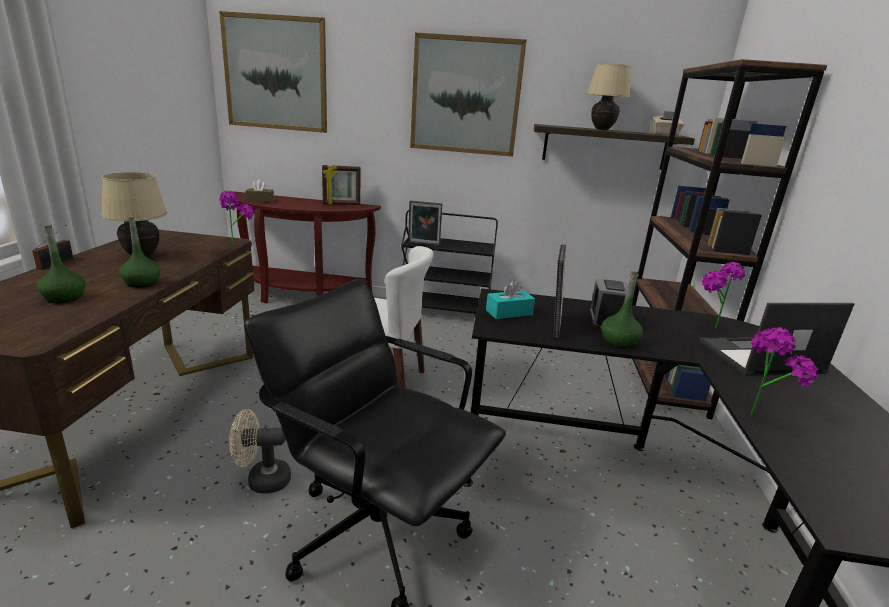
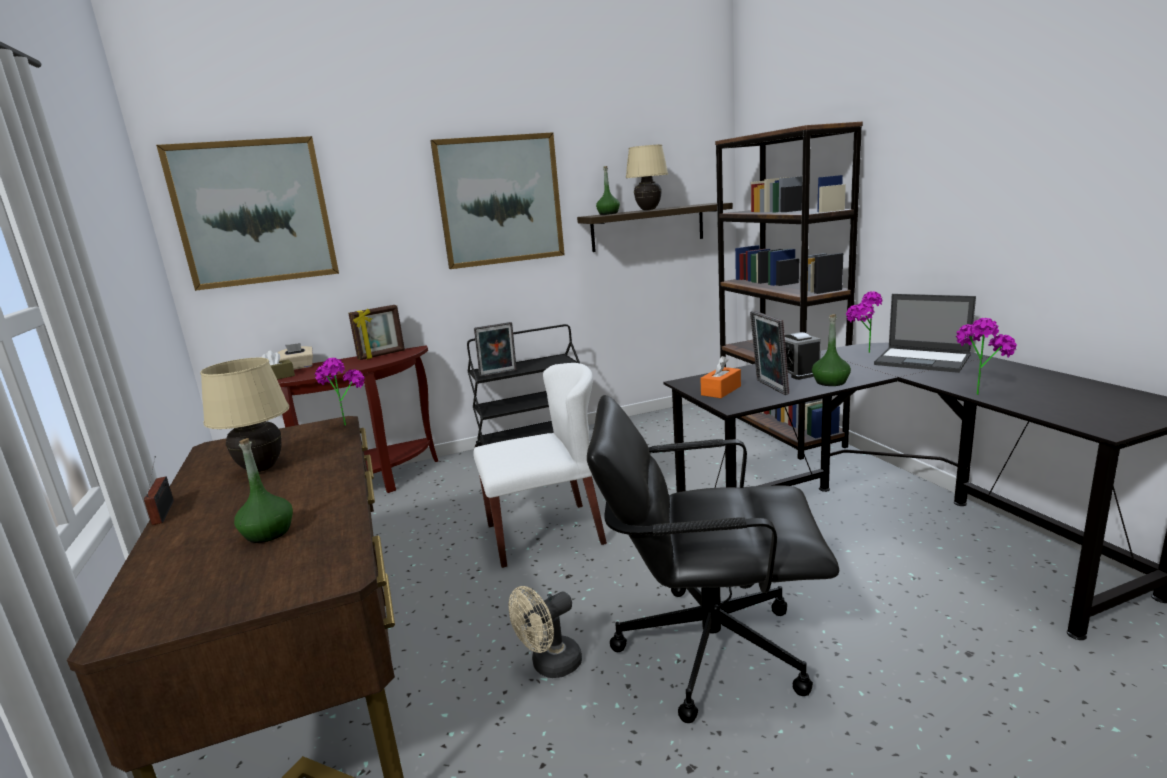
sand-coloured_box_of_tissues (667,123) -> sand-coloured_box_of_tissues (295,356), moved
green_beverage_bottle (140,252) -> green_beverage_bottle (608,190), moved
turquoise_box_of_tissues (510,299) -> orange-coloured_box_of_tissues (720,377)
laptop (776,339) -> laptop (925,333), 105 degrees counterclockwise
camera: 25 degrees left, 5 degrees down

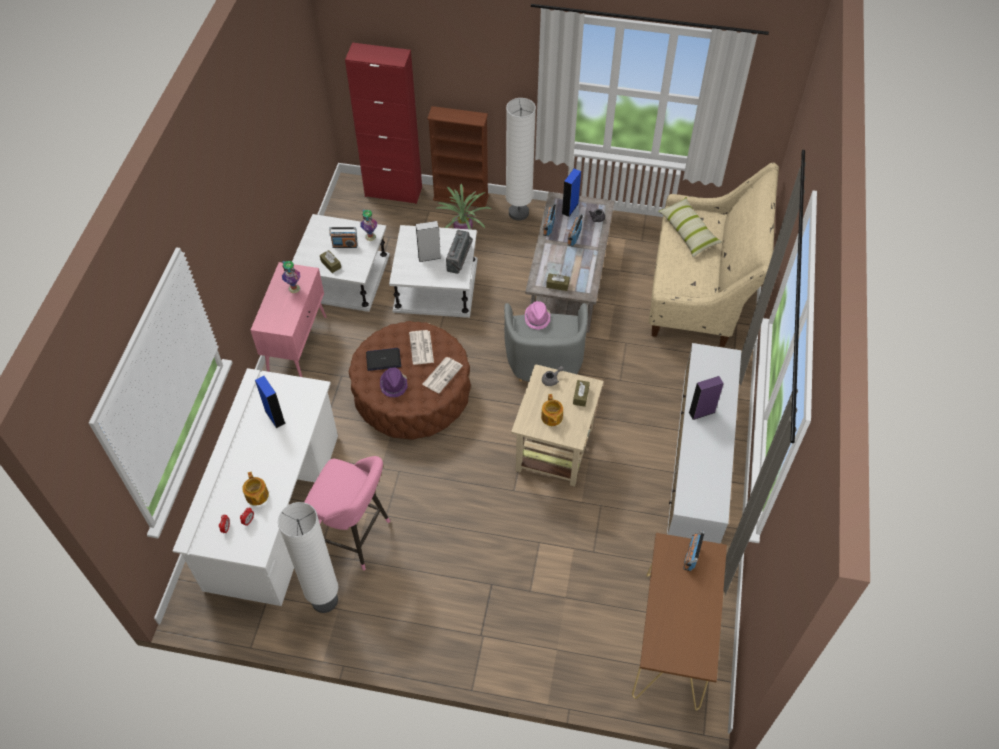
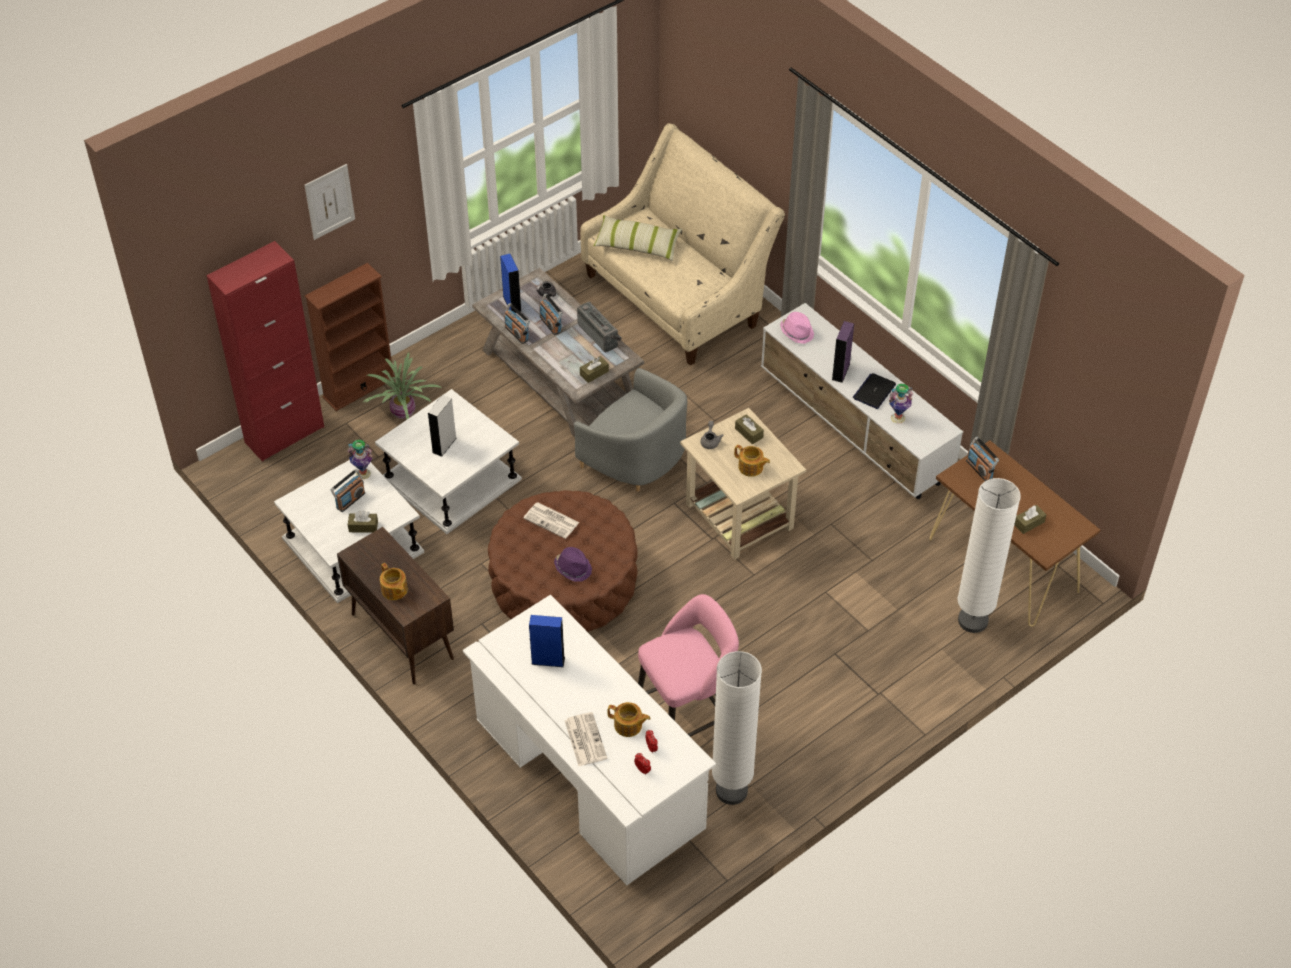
white_standing_lamp (521,159) -> white_standing_lamp (989,555), moved
radio (459,252) -> radio (599,326), moved
decorative_vase (291,277) -> decorative_vase (901,404), moved
pink_storage_cabinet (289,319) -> brownish_storage_cabinet (395,605)
pink_wearable_hat (537,315) -> pink_wearable_hat (797,328), moved
laptop (383,359) -> laptop (874,391), moved
newspaper (442,375) -> newspaper (586,739), moved
none -> wall_art (330,202)
none -> brownish_box_of_tissues (1030,519)
none -> teapot (394,581)
camera: 50 degrees left, 5 degrees down

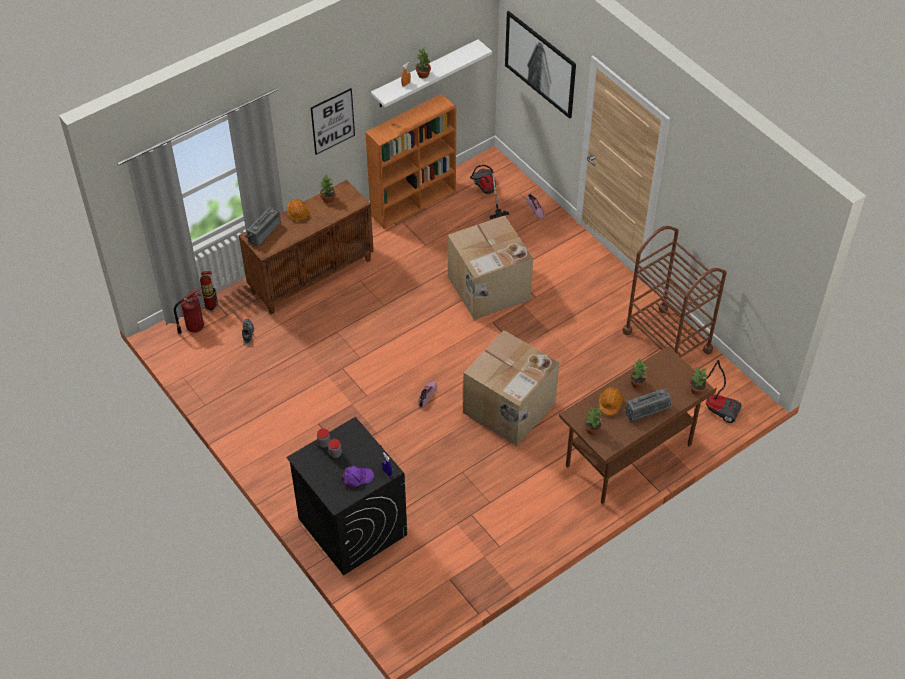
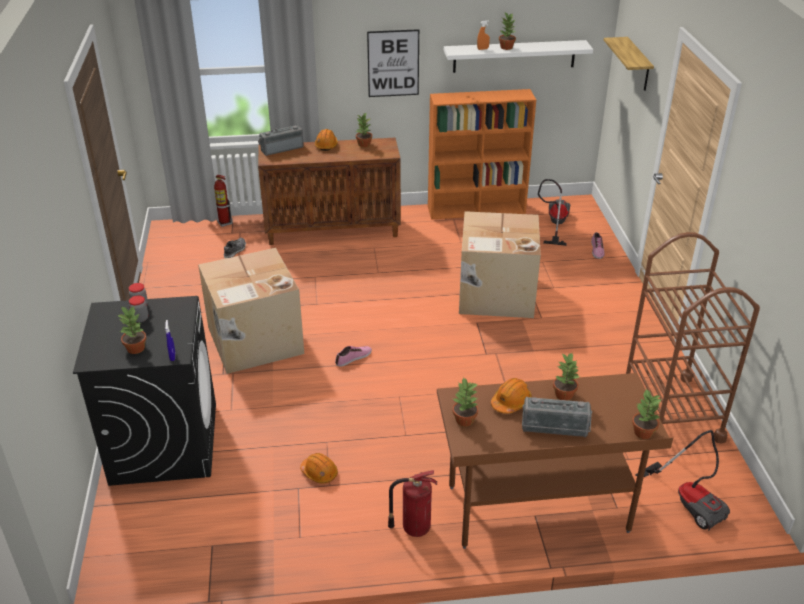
wall_art (540,65) -> shelf (629,64)
fire-fighting_cylinder (189,311) -> fire-fighting_cylinder (412,503), moved
packing_box (511,388) -> packing_box (251,311), moved
purple_cap (357,477) -> houseplant (131,330)
none -> orange-coloured_work_helmet (319,468)
camera: 30 degrees right, 15 degrees down

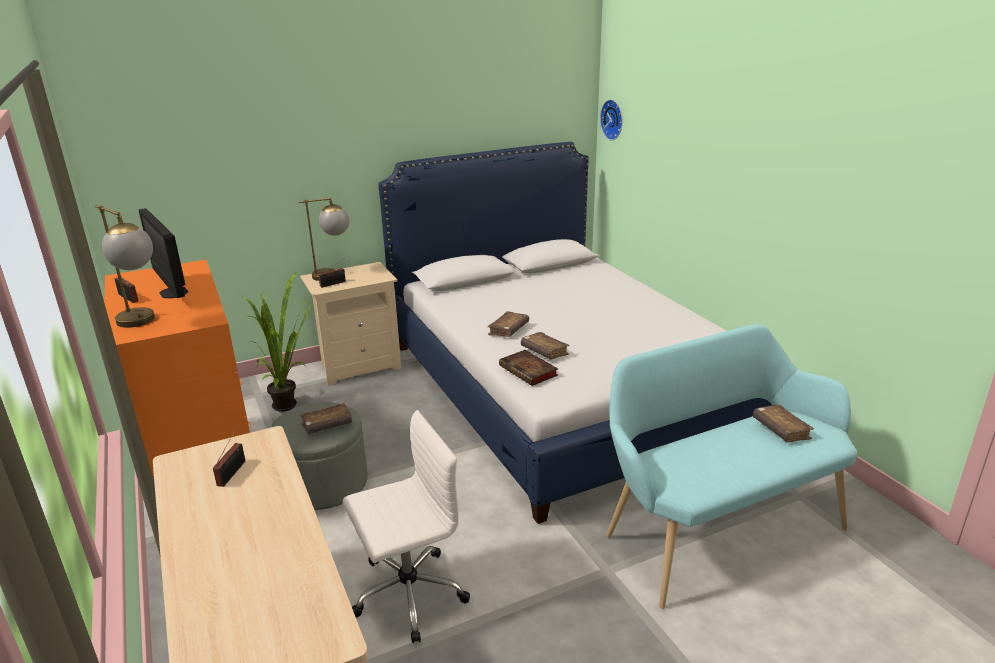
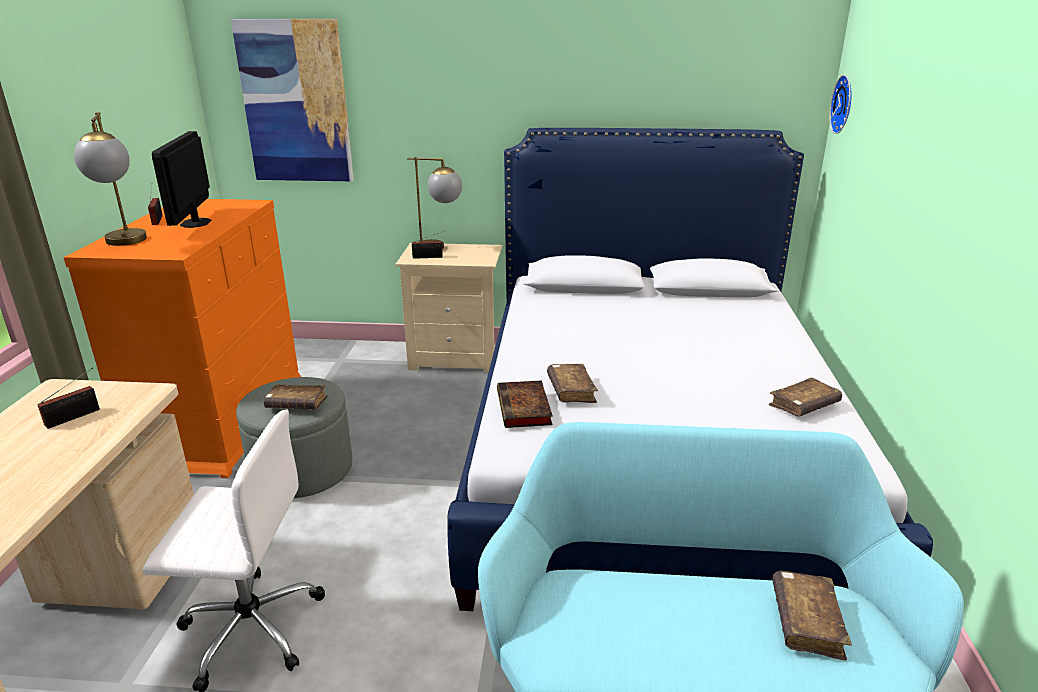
houseplant (276,342) -> none
brownish_volume (508,324) -> brownish_volume (805,397), moved
none -> wall_art (292,100)
camera: 30 degrees right, 0 degrees up

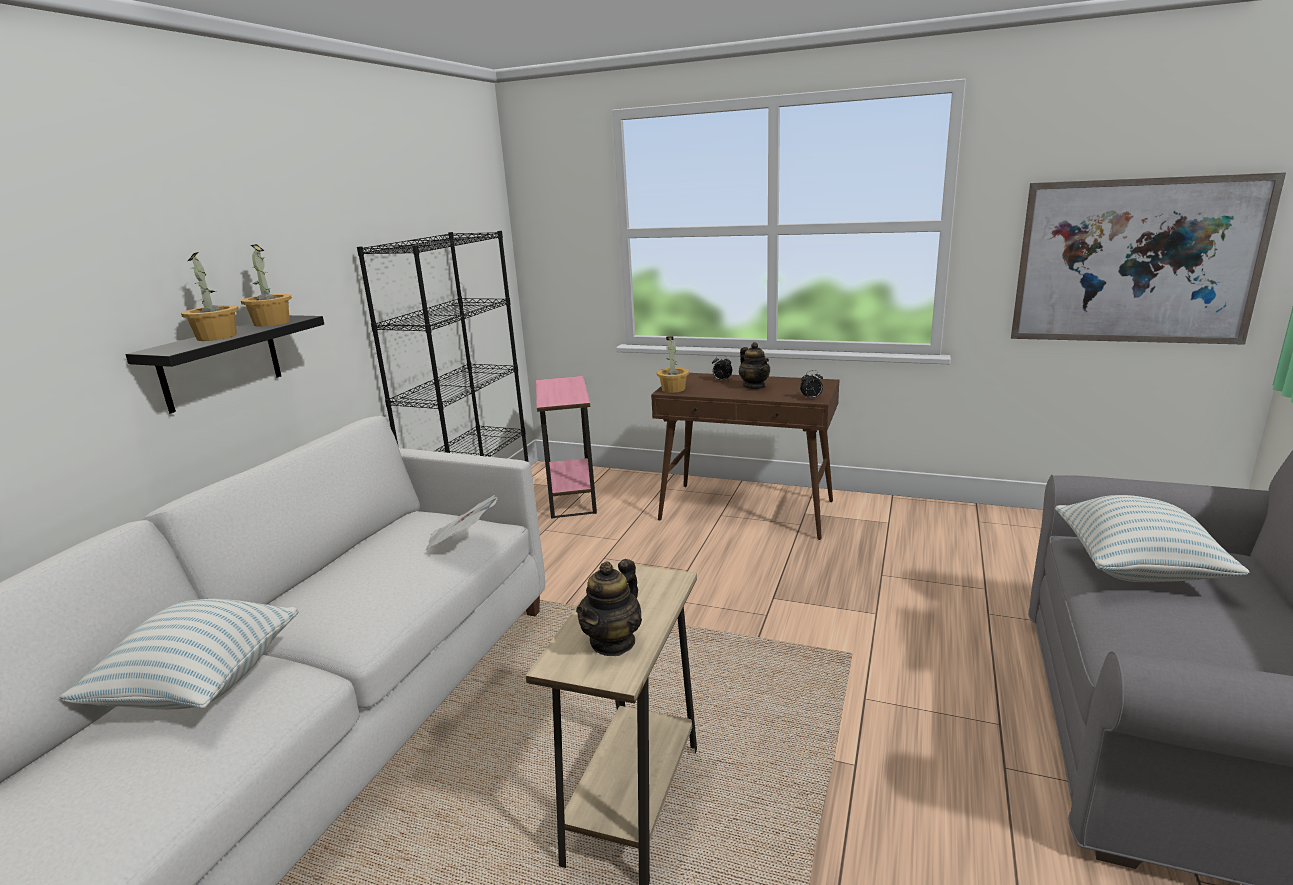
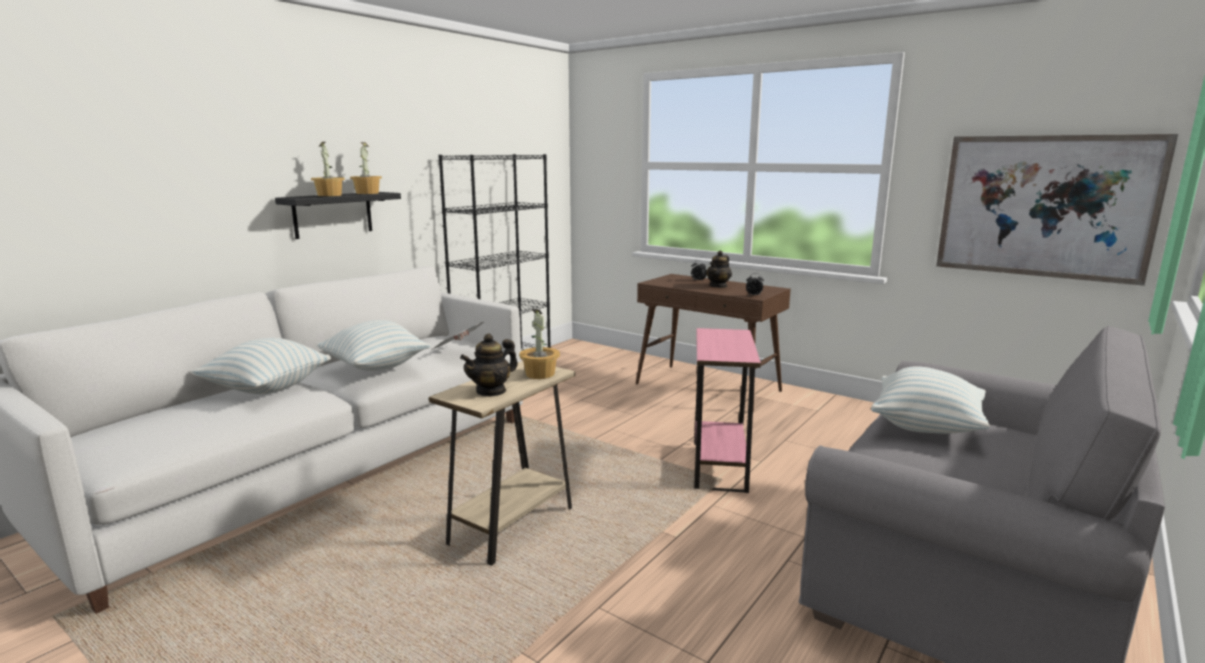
houseplant (672,364) -> houseplant (539,344), moved
teapot (754,365) -> teapot (719,269), 45 degrees clockwise
pink_side_table (566,447) -> pink_side_table (727,410), moved
none -> pillow (374,345)
camera: 15 degrees right, 5 degrees down

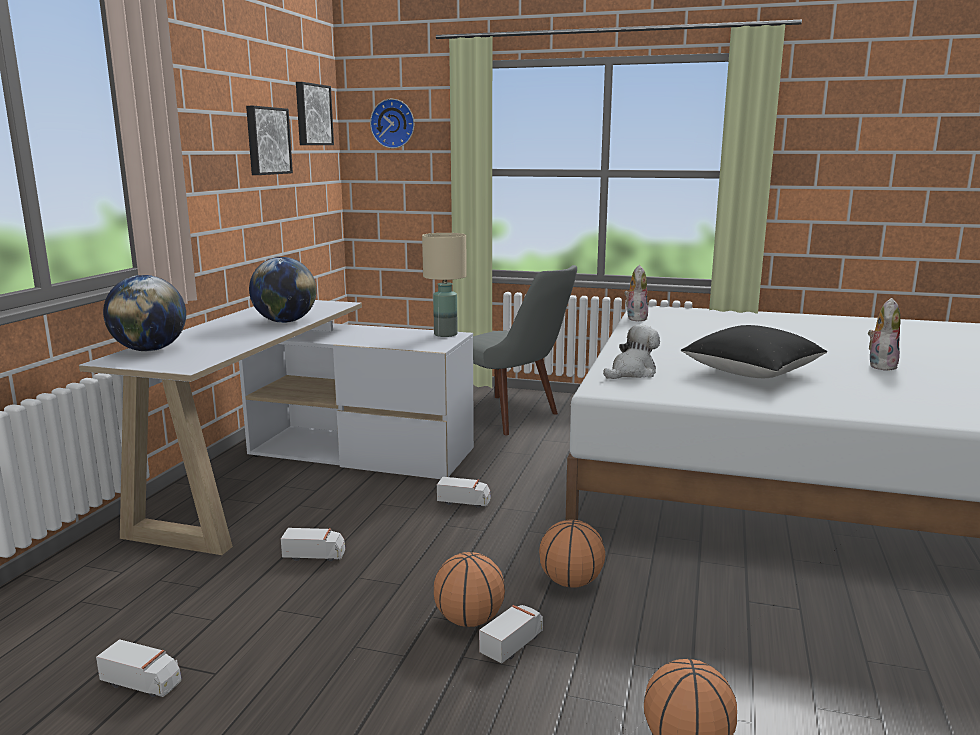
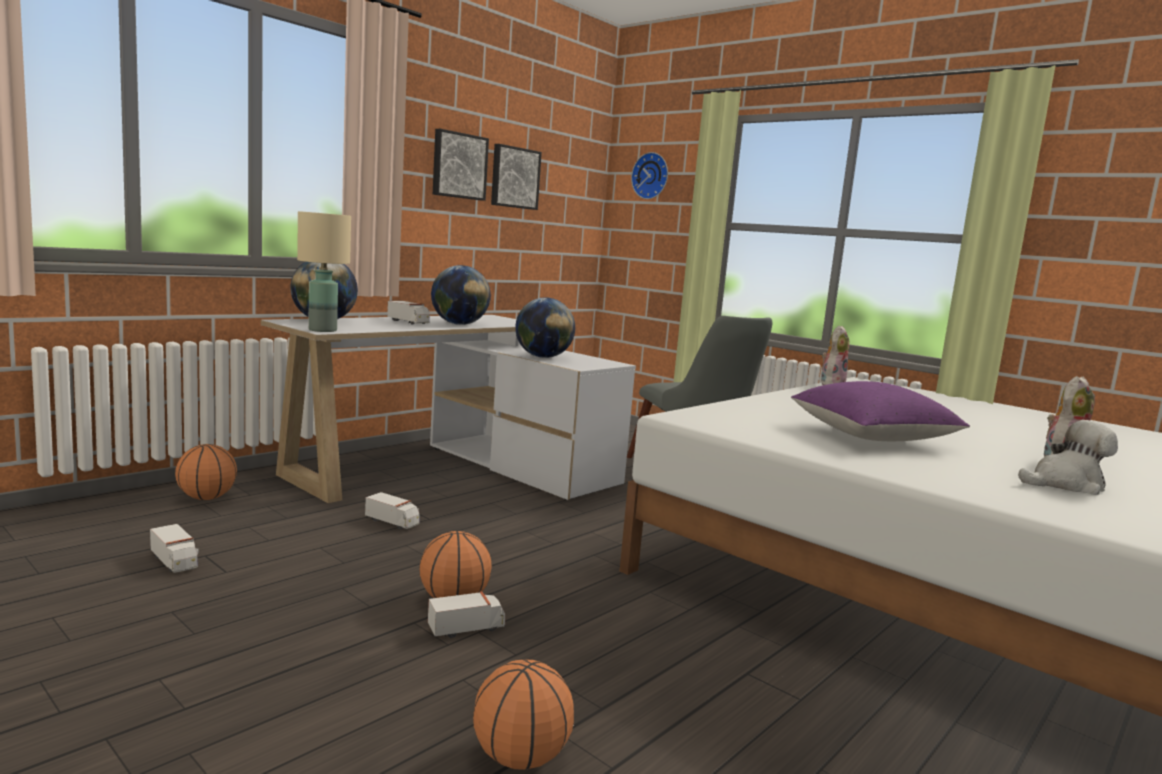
wall_art (315,113) -> wall_art (461,165), moved
sand-coloured_table_lamp (444,285) -> sand-coloured_table_lamp (324,271), moved
plush_toy (631,351) -> plush_toy (1068,457), moved
black_pillow (754,351) -> purple_pillow (880,411)
toy_truck (464,492) -> toy_truck (408,312), moved
basketball (572,554) -> basketball (206,472), moved
none -> world_globe (545,328)
camera: 25 degrees right, 5 degrees down

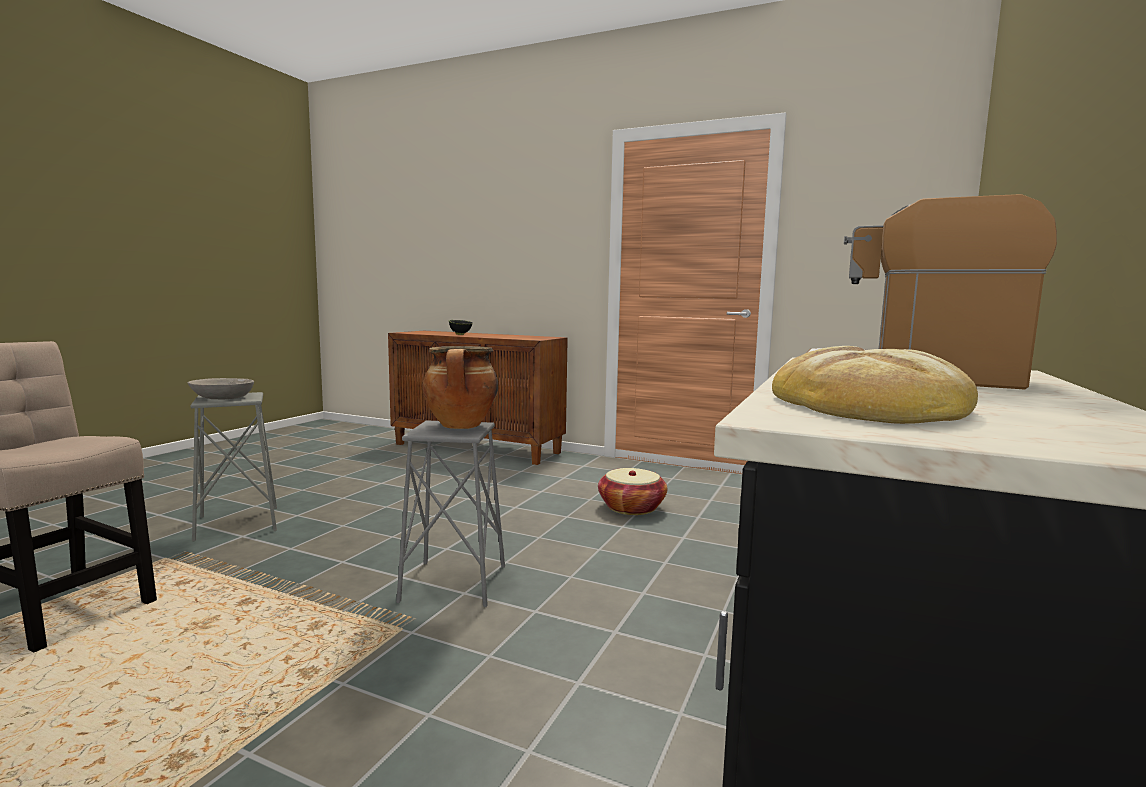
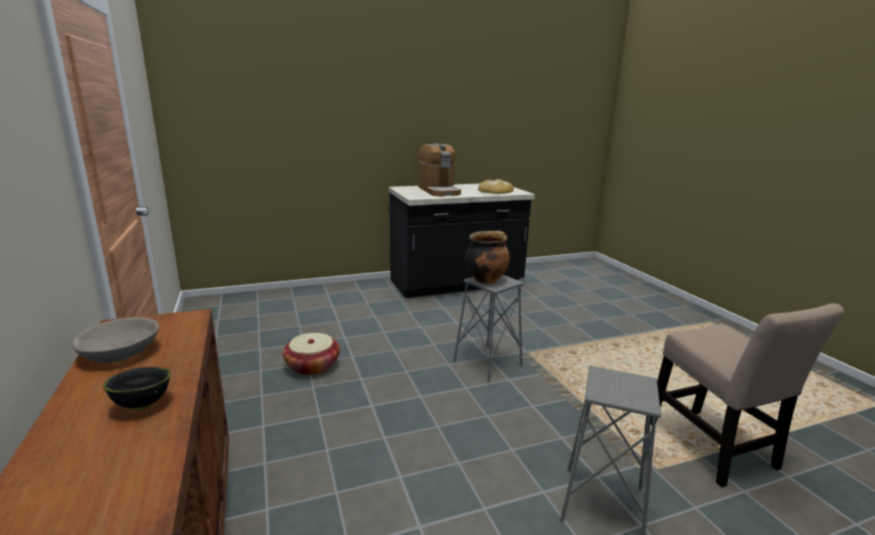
grey_deep_dish (221,388) -> grey_deep_dish (115,340), moved
camera: 135 degrees left, 10 degrees up

